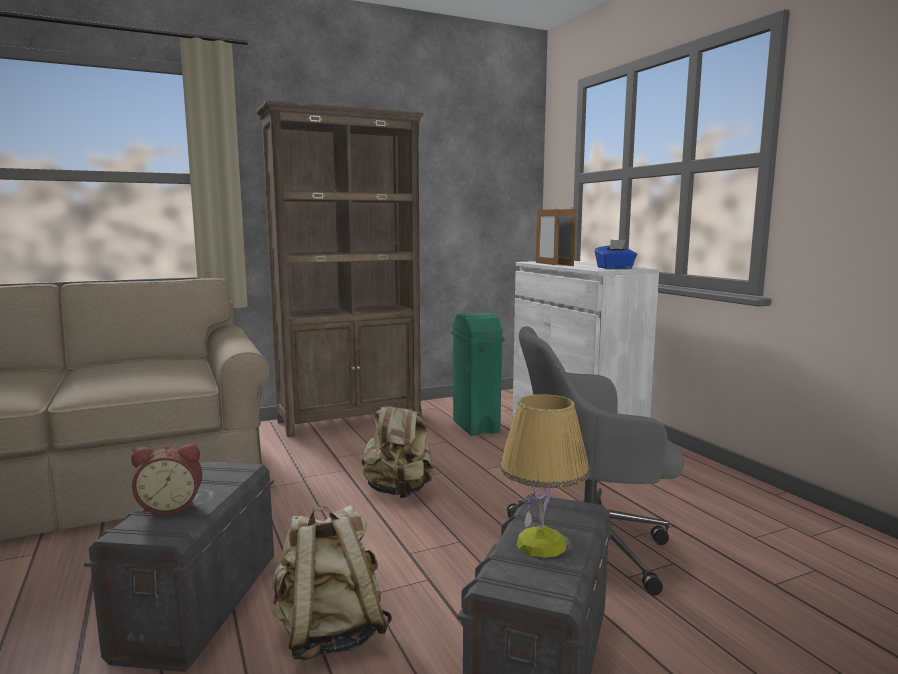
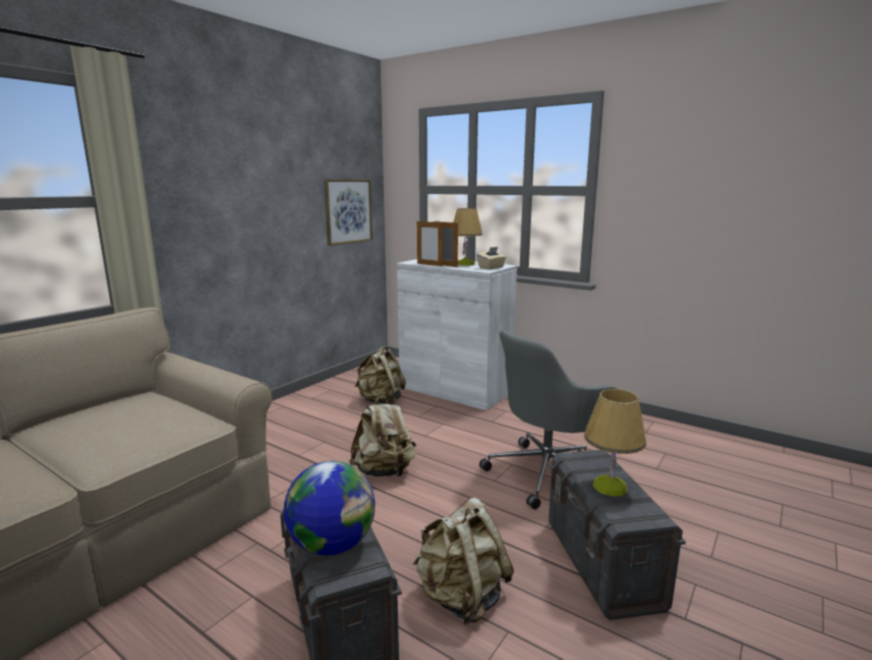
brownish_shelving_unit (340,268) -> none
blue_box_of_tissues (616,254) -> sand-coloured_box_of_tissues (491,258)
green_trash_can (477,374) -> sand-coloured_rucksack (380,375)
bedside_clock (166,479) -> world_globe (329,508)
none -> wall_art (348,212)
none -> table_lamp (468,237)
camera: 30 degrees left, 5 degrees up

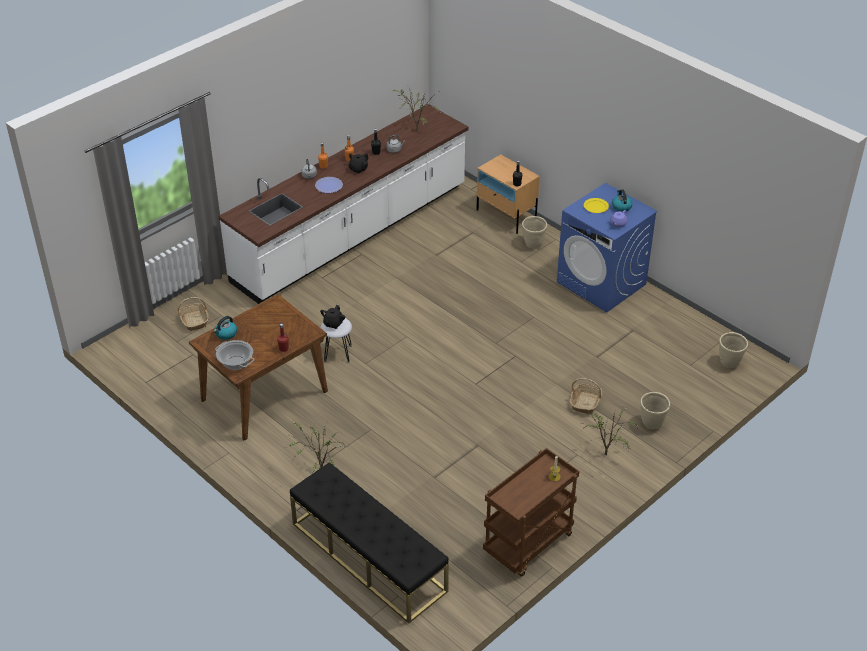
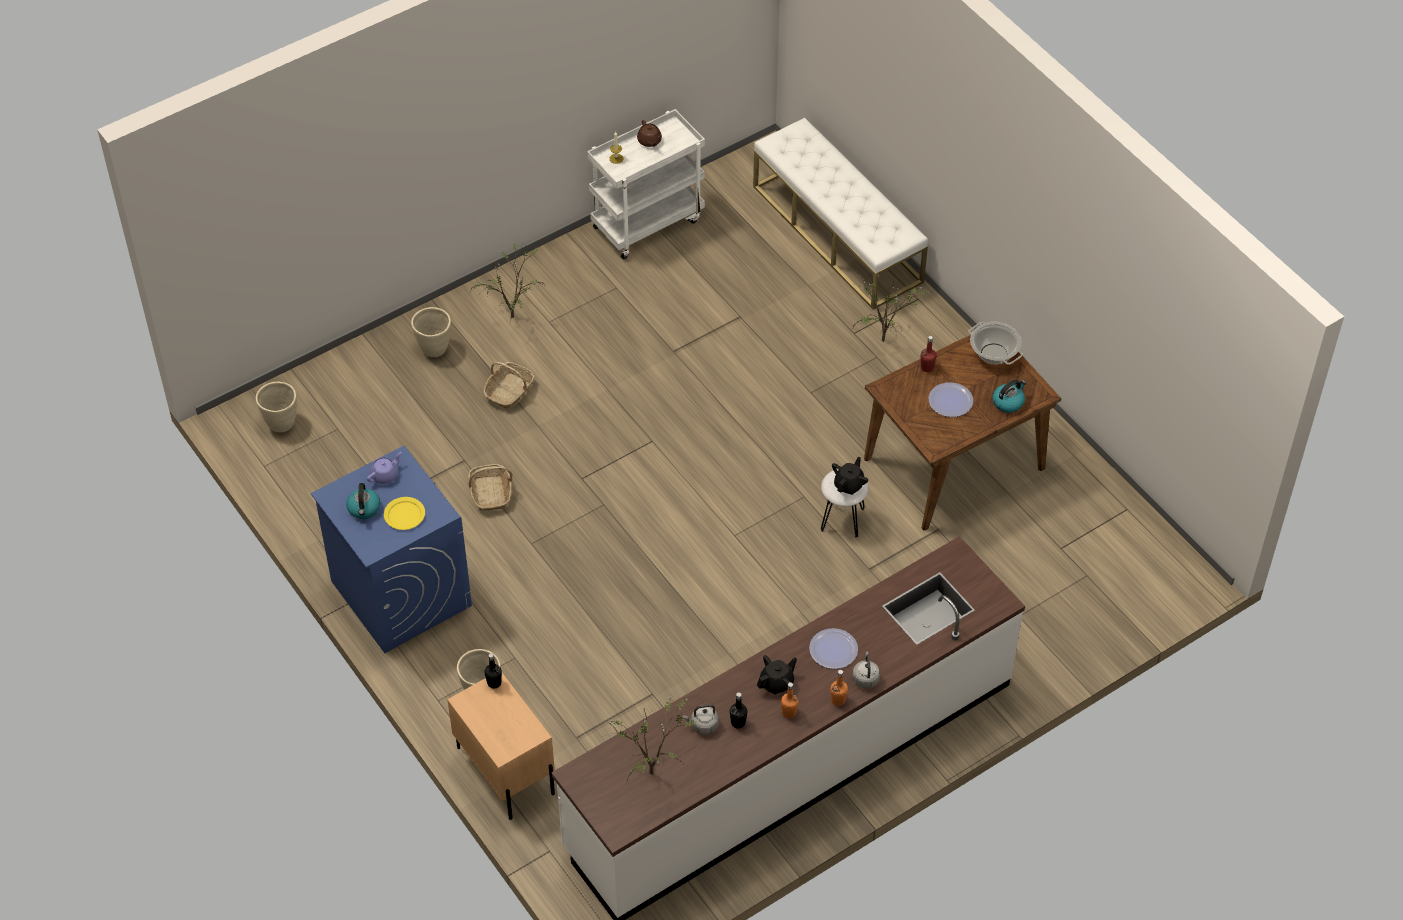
basket (193,314) -> basket (490,487), moved
brownish_cart (531,512) -> white_cart (646,184)
black_long_seat (369,542) -> white_long_seat (840,214)
none -> brownish_teapot (649,133)
none -> flat_dish (950,399)
camera: 170 degrees left, 10 degrees up

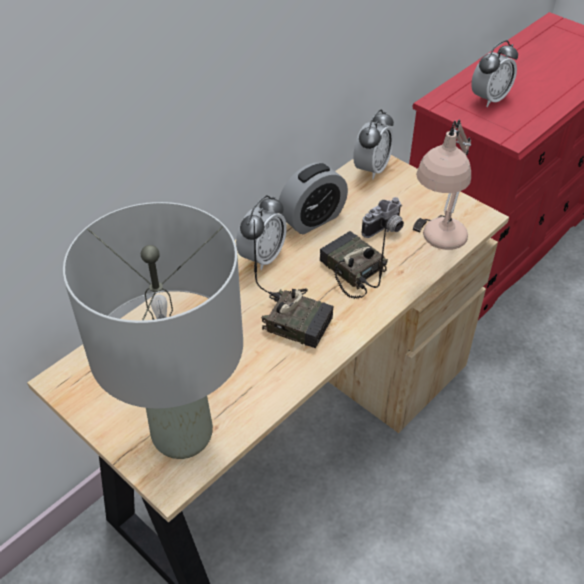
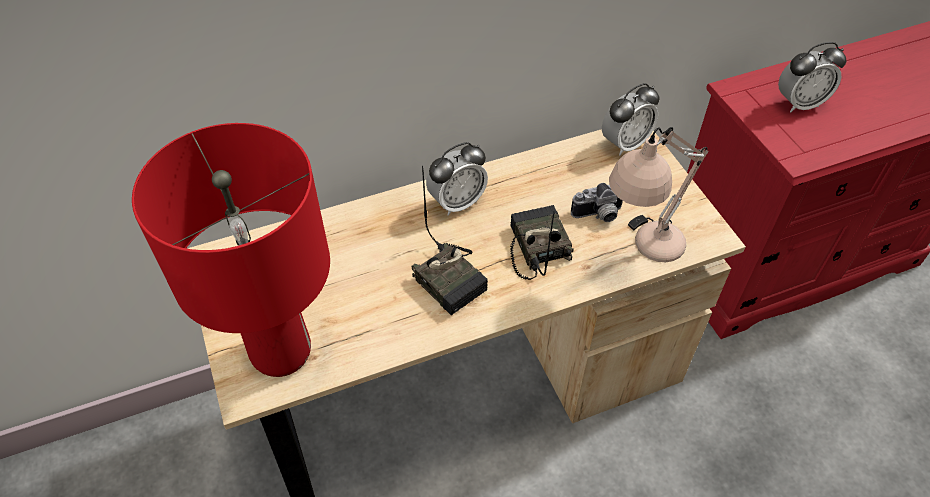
bedside_clock (313,198) -> none
grey_table_lamp (153,330) -> red_table_lamp (231,250)
camera: 25 degrees right, 5 degrees up

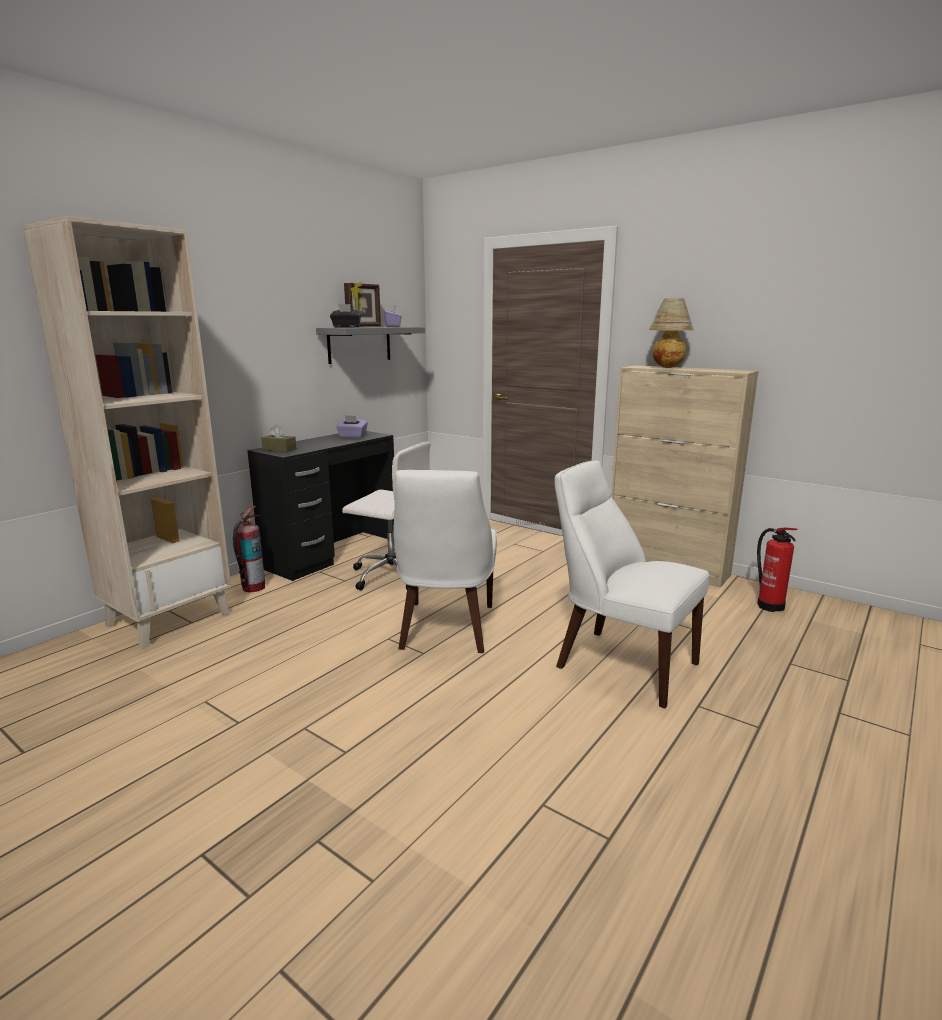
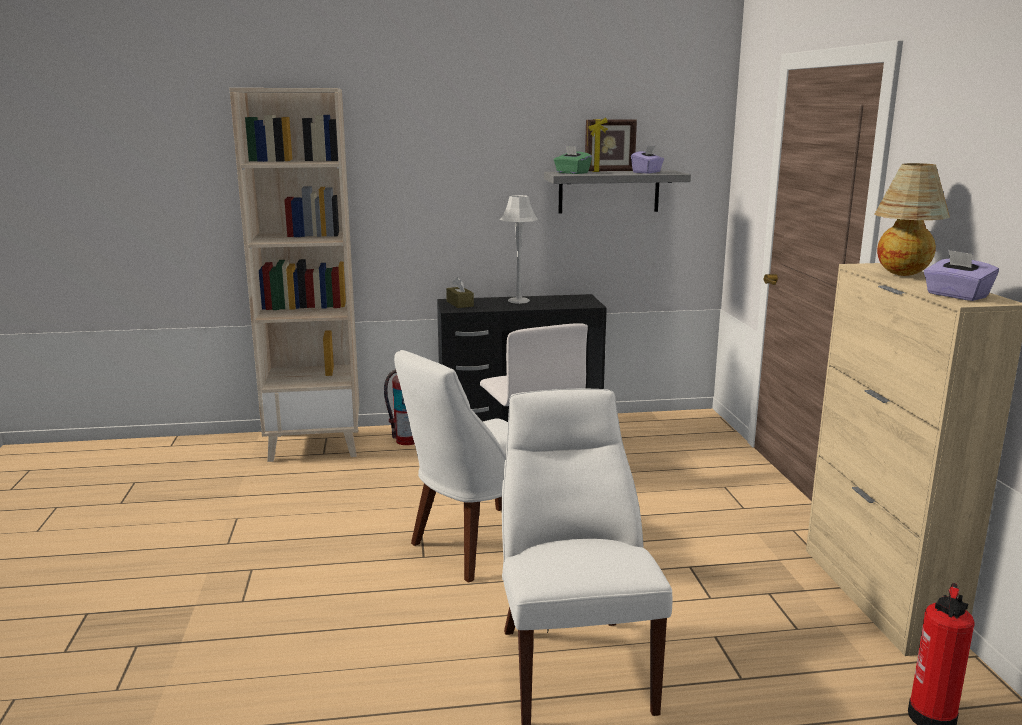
black_box_of_tissues (346,316) -> green_box_of_tissues (573,160)
purple_box_of_tissues (352,426) -> purple_box_of_tissues (961,275), moved
none -> grey_table_lamp (519,249)
camera: 45 degrees right, 0 degrees up

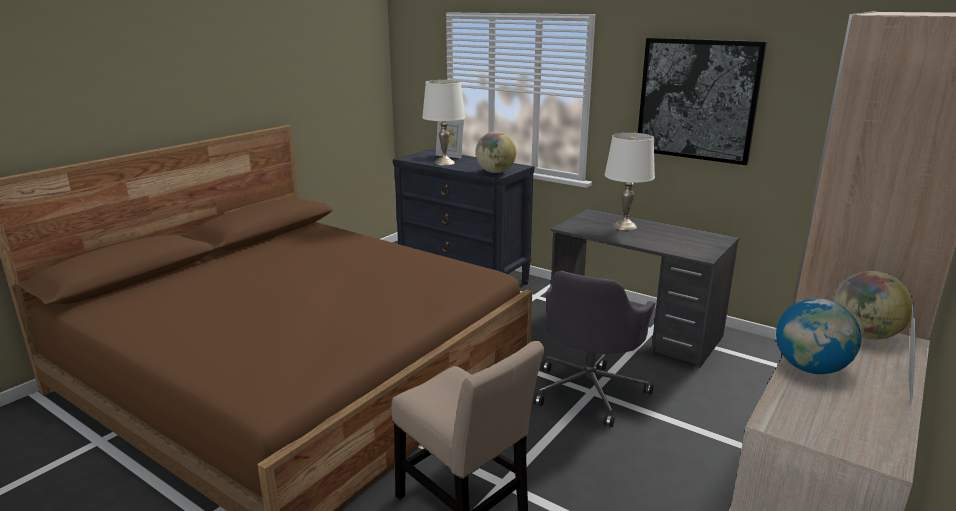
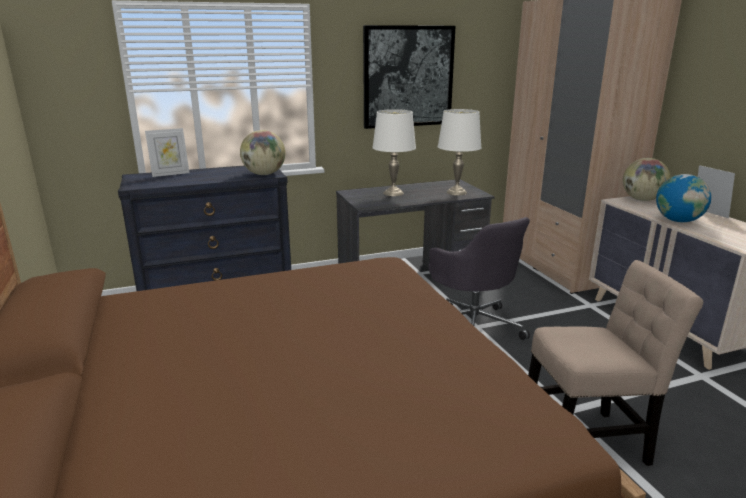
white_table_lamp (443,122) -> white_table_lamp (459,152), moved
camera: 55 degrees left, 0 degrees up

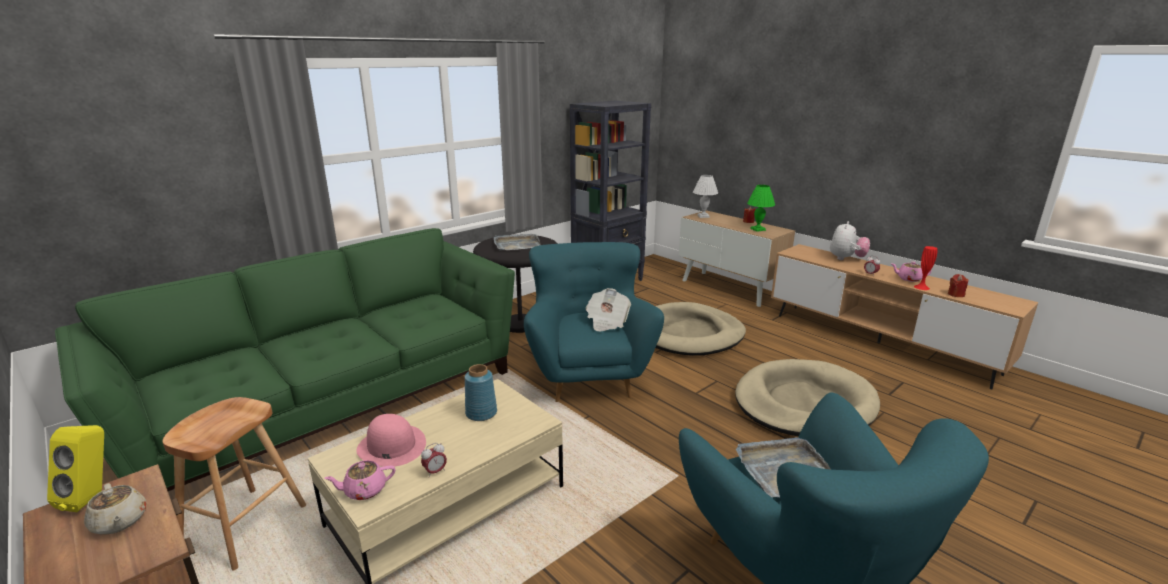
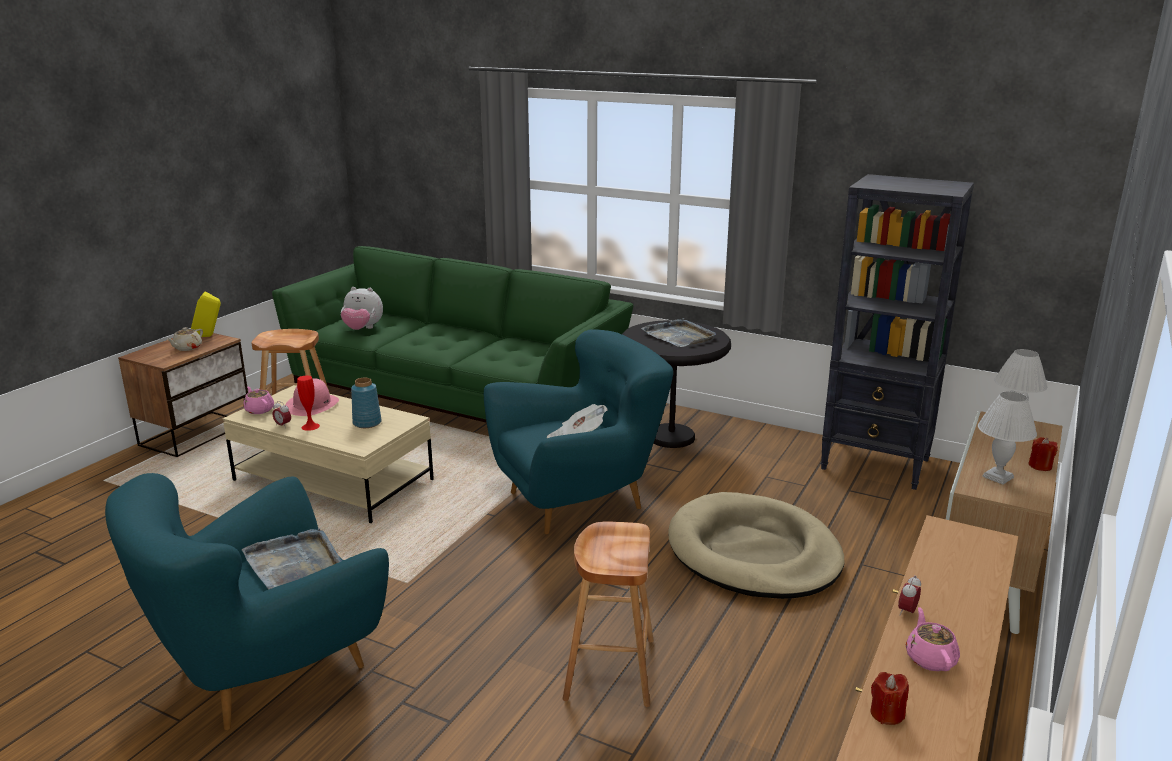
green_table_lamp (761,208) -> white_table_lamp (1007,437)
plush_toy (850,240) -> plush_toy (362,308), moved
red_decorative_vase (926,268) -> red_decorative_vase (308,403), moved
sand-coloured_dog_cushion (807,397) -> brownish_sitting_stool (608,614)
camera: 70 degrees right, 0 degrees up

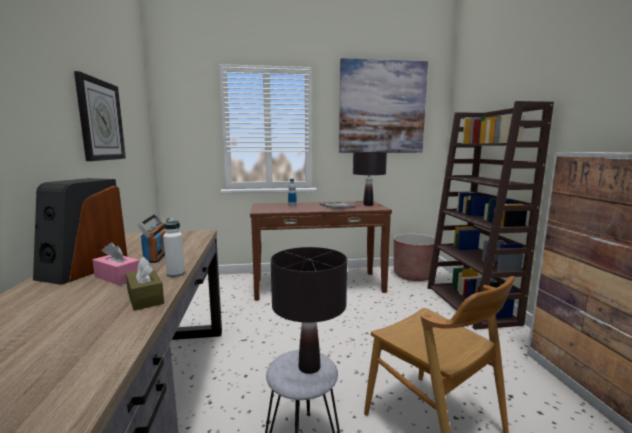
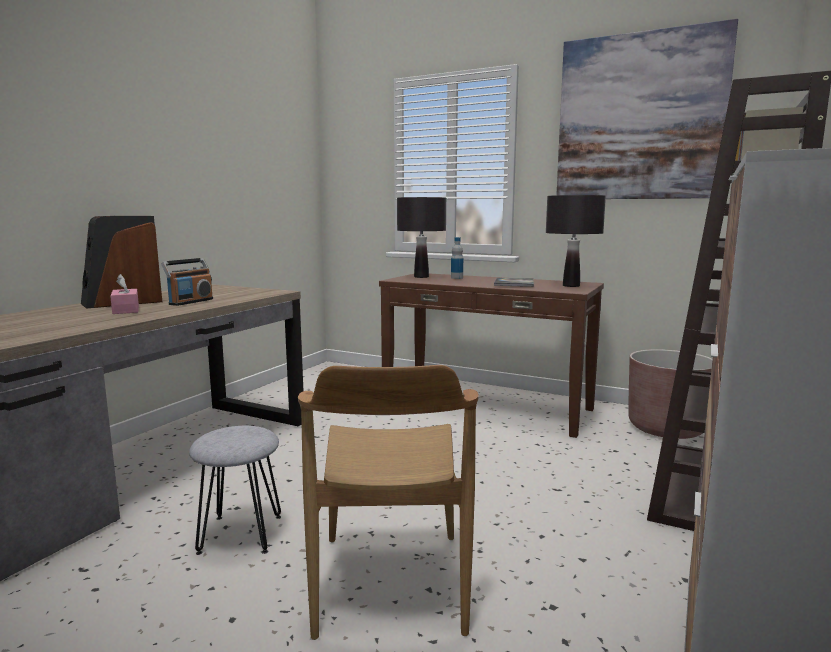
wall_clock (100,116) -> none
white_beverage_bottle (174,247) -> none
black_table_lamp (309,310) -> black_table_lamp (421,237), moved
brownish_box_of_tissues (145,284) -> none
camera: 35 degrees right, 0 degrees up

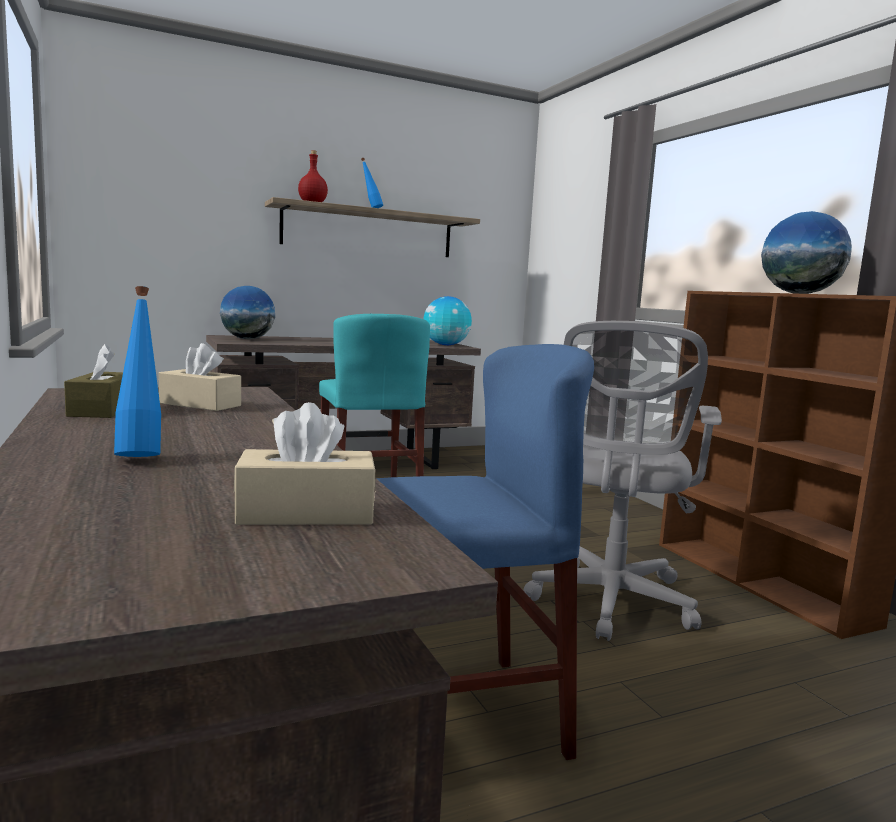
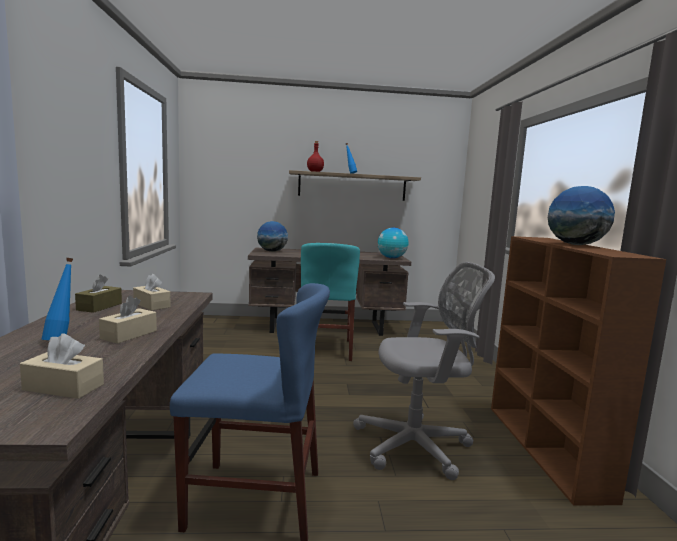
grey_office_chair (622,481) -> grey_office_chair (424,371), 135 degrees counterclockwise
none -> sand-coloured_box_of_tissues (128,320)
camera: 20 degrees right, 0 degrees up

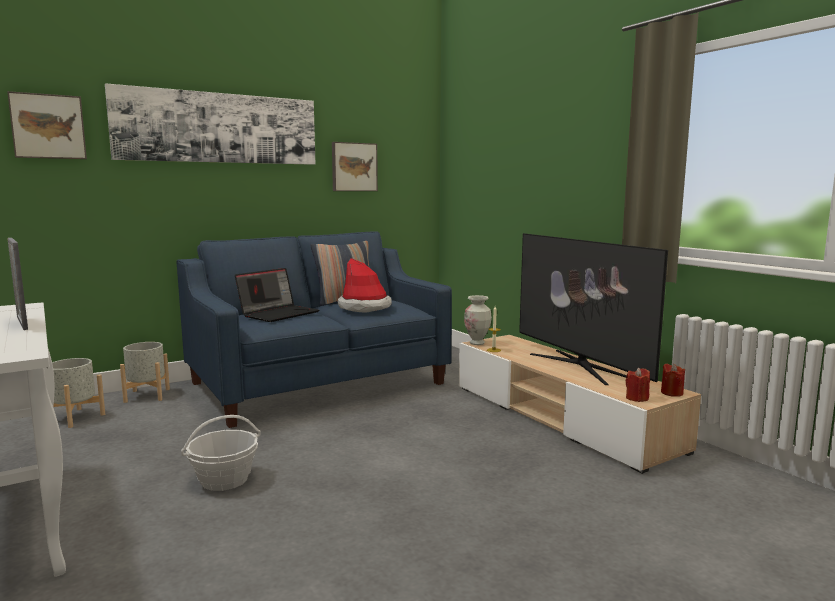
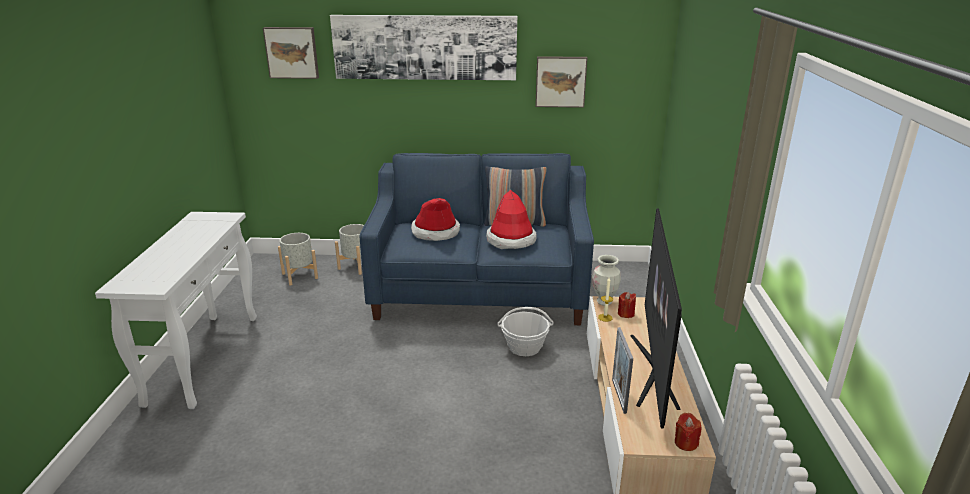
picture_frame (18,284) -> picture_frame (622,370), moved
laptop (277,295) -> wearable_hat (435,219)
red_candle (638,385) -> red_candle (627,305), moved
basket (221,453) -> basket (525,331), moved
camera: 35 degrees right, 15 degrees up

